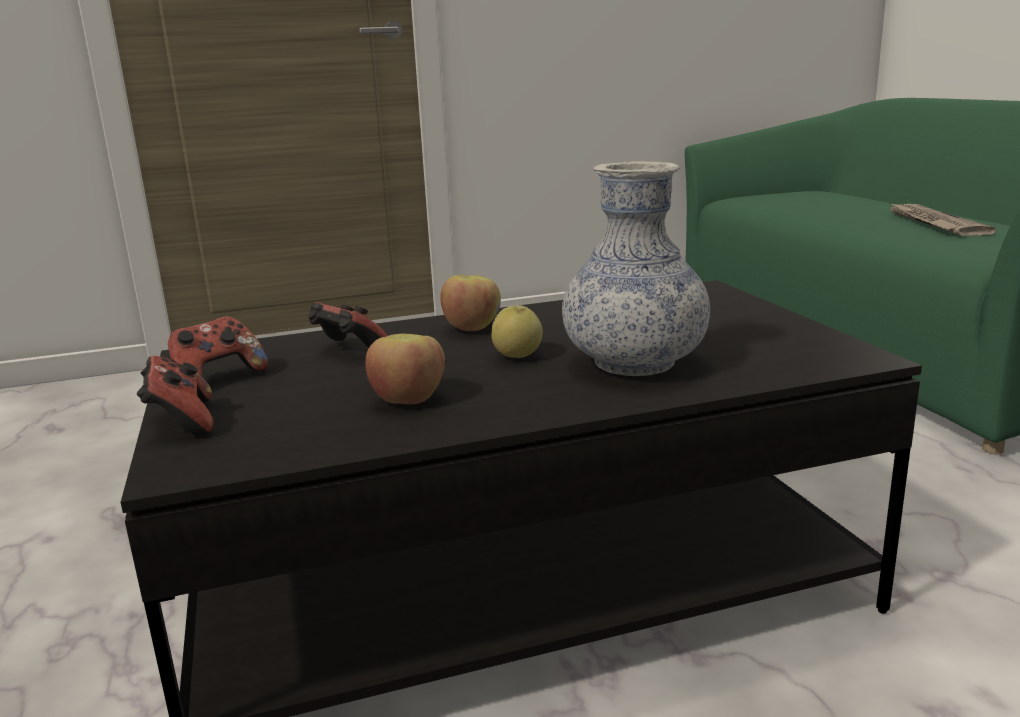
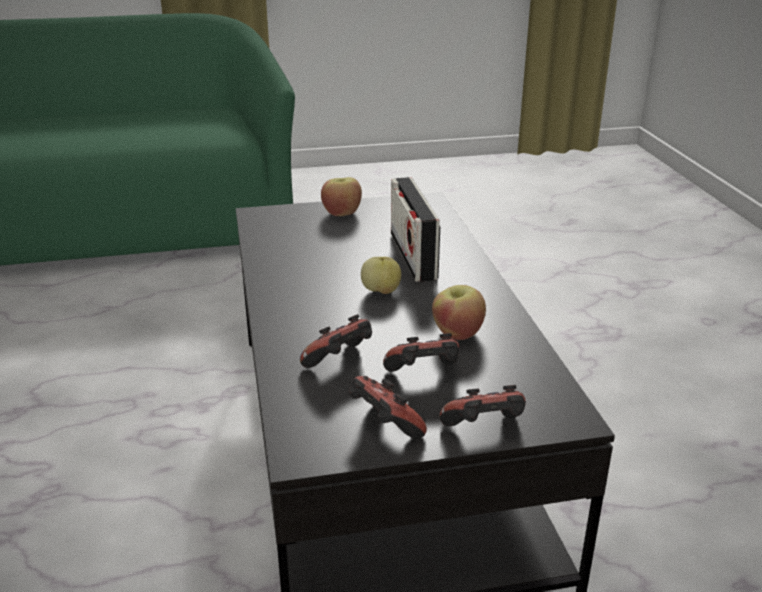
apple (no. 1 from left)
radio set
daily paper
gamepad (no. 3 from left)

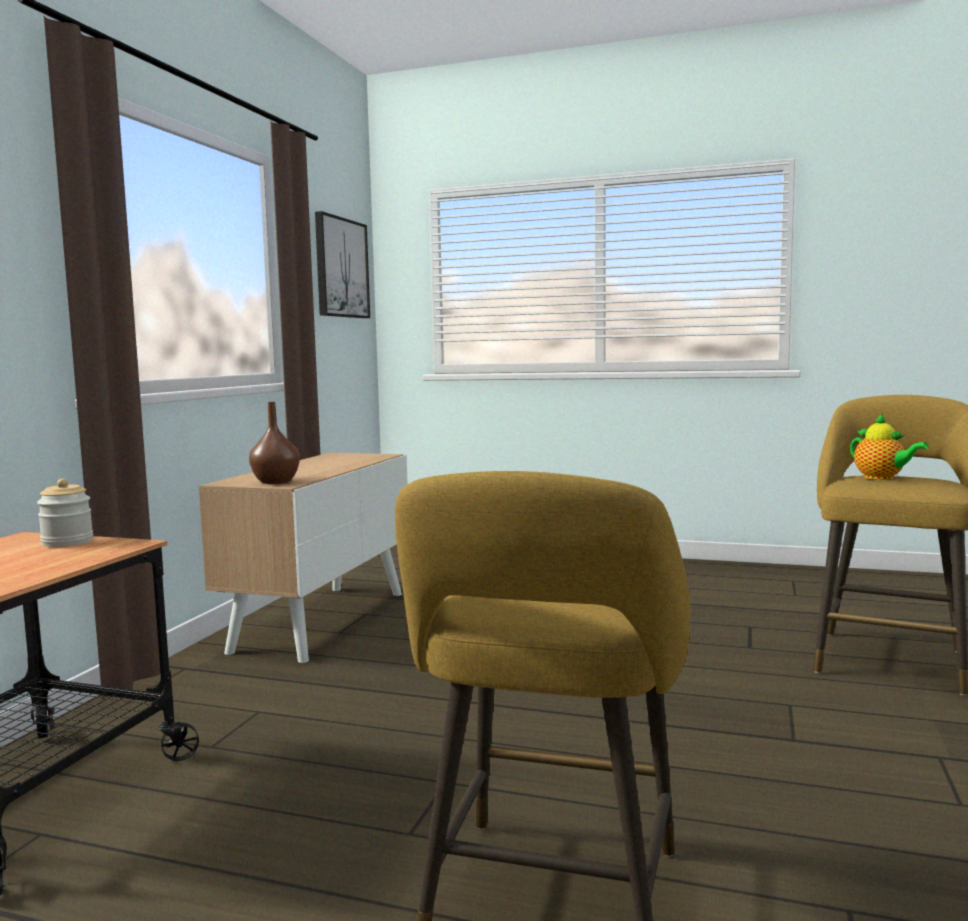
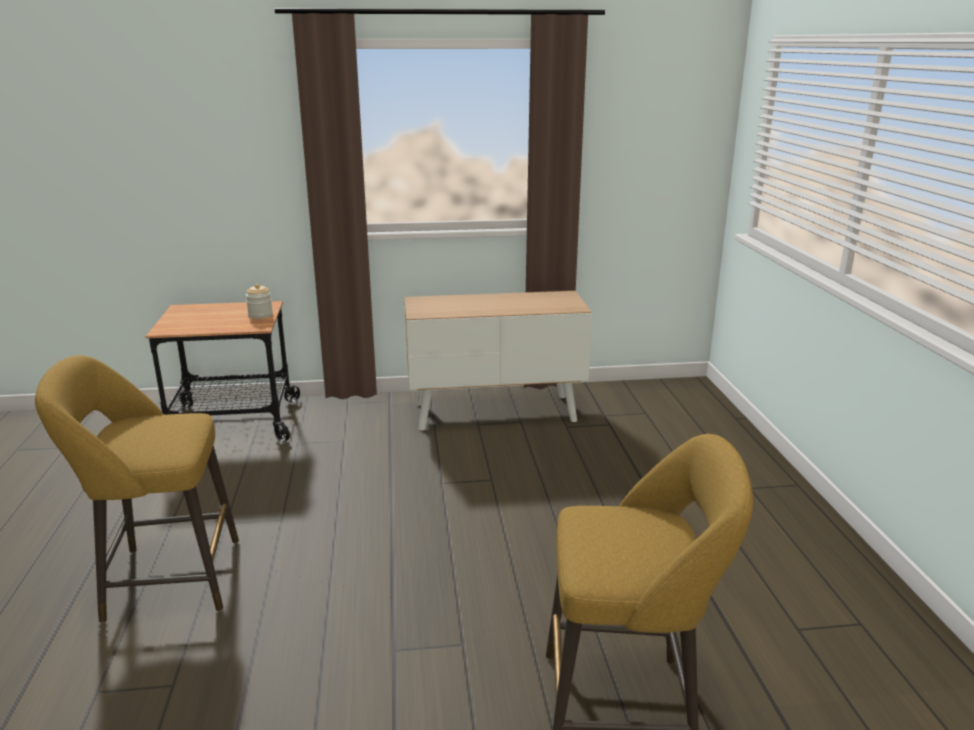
brown flower vase
picture
teapot

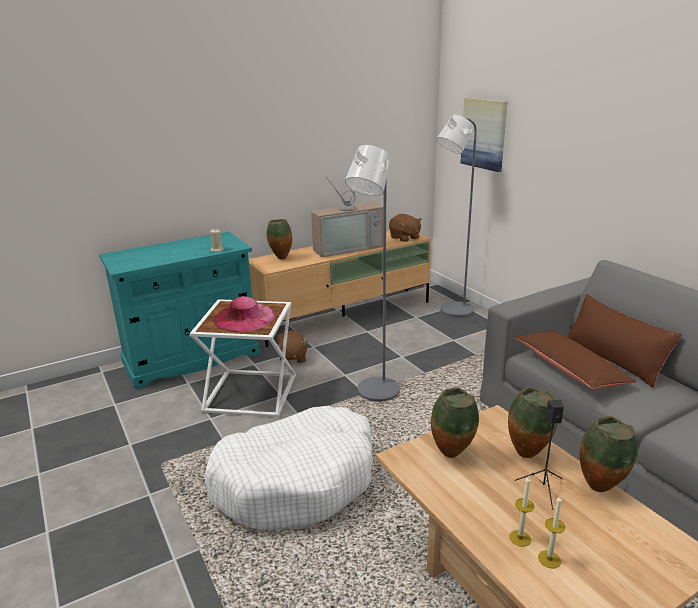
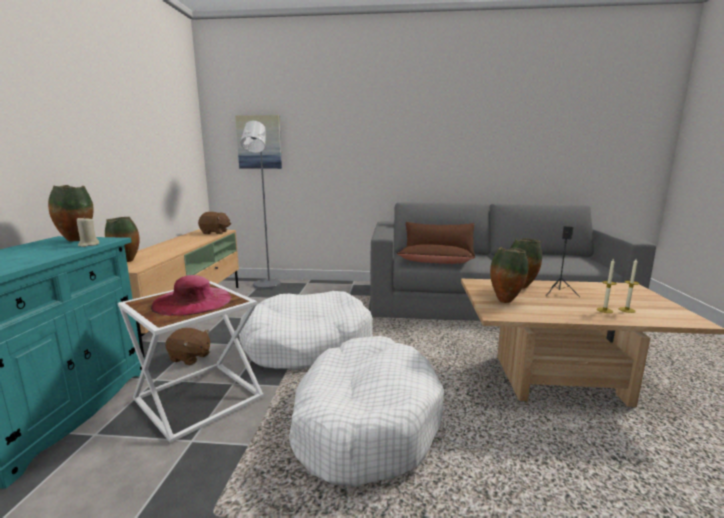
television
whitish pet bed (no. 1 from left)
flower vase (no. 1 from left)

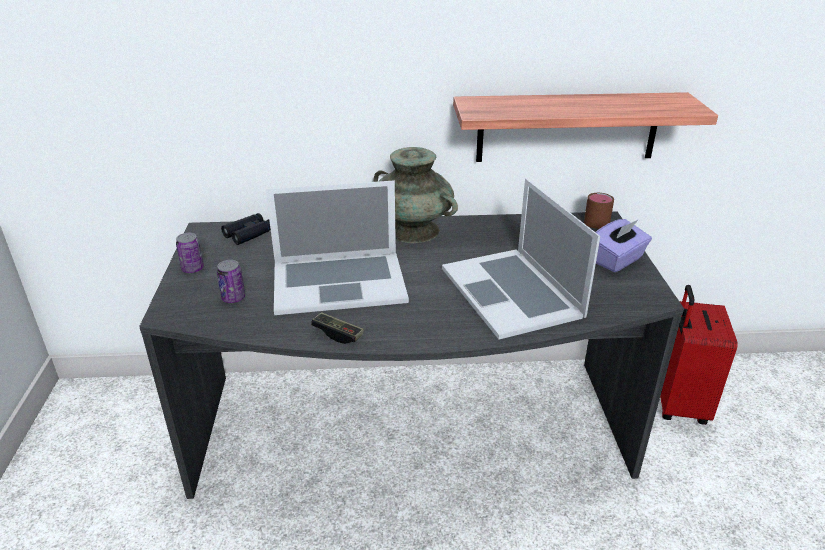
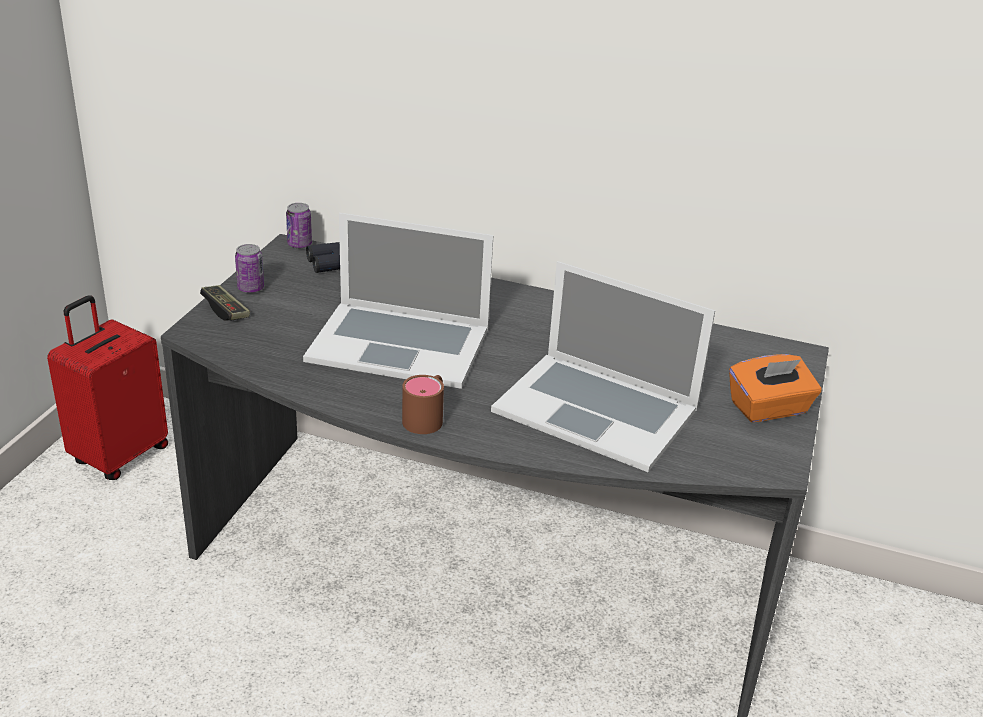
can (no. 2 from left)
gamepad
turquoise-coloured flower vase
notebook computer (no. 2 from left)
shelf
brown mug
orangey tissue holder
red-coloured piece of luggage

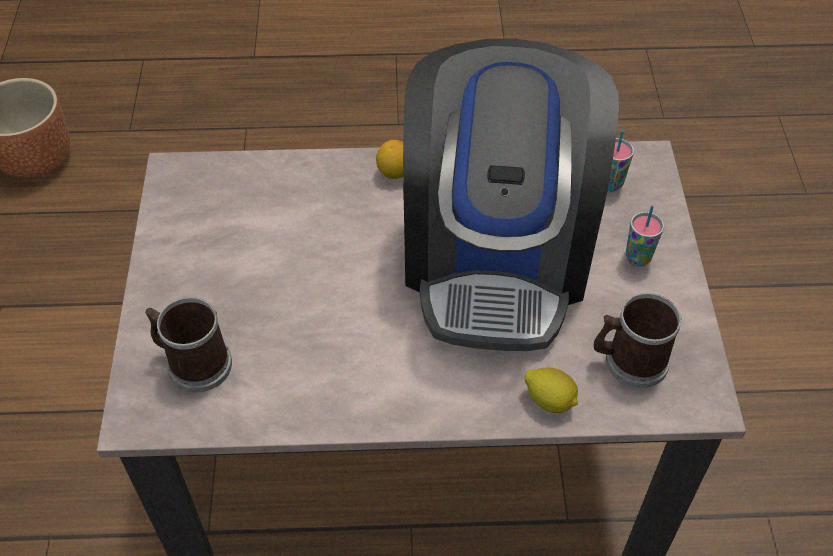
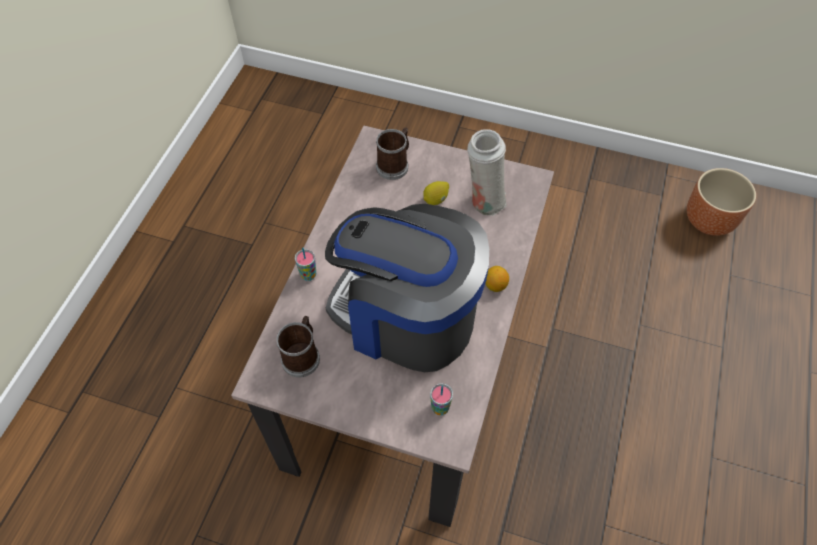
whole lemon (no. 1 from left)
small cup (no. 1 from left)
whitish flower vase

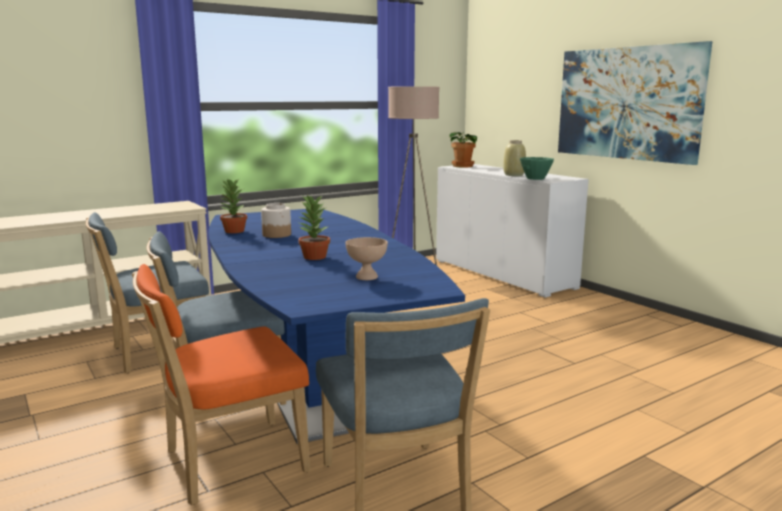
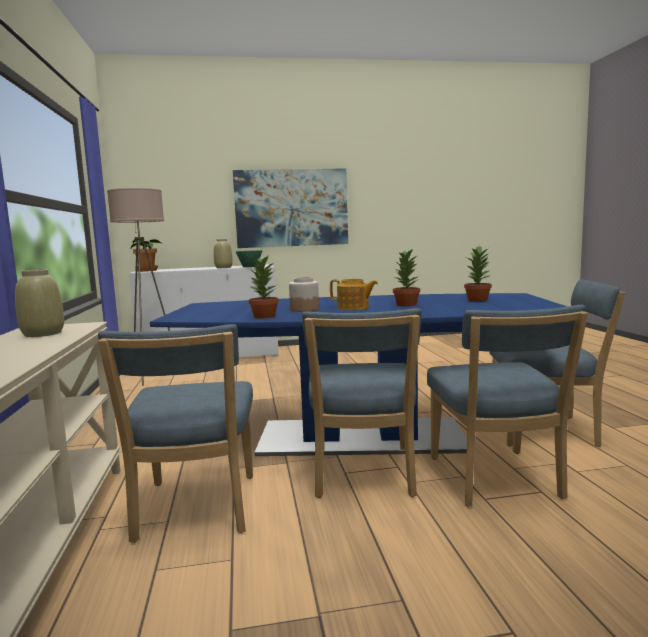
bluish upright chair (no. 3 from left)
houseplant (no. 4 from left)
sand-coloured flower vase (no. 1 from left)
teapot

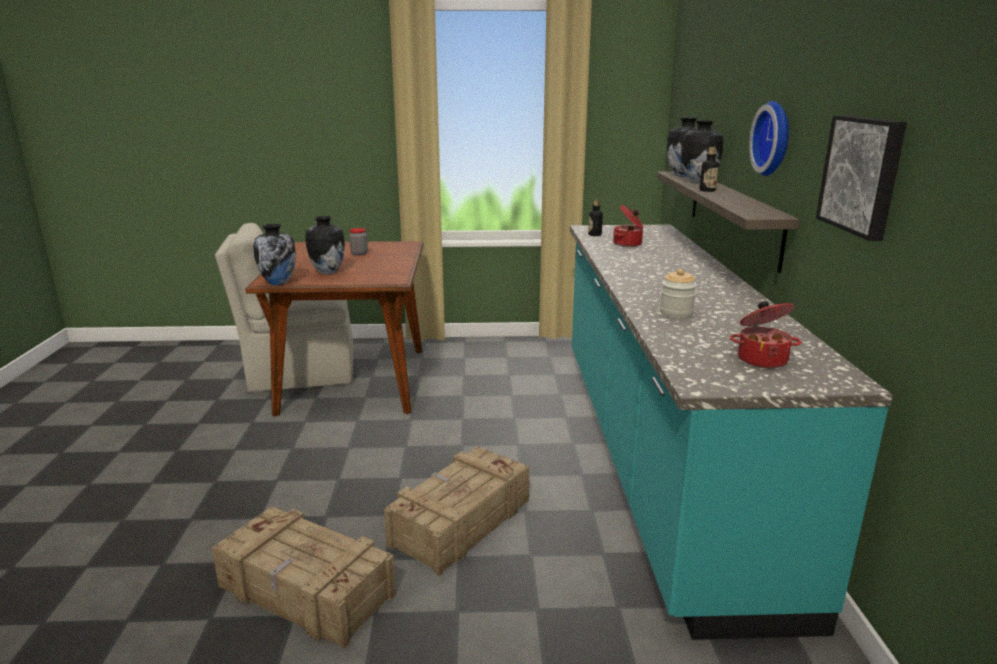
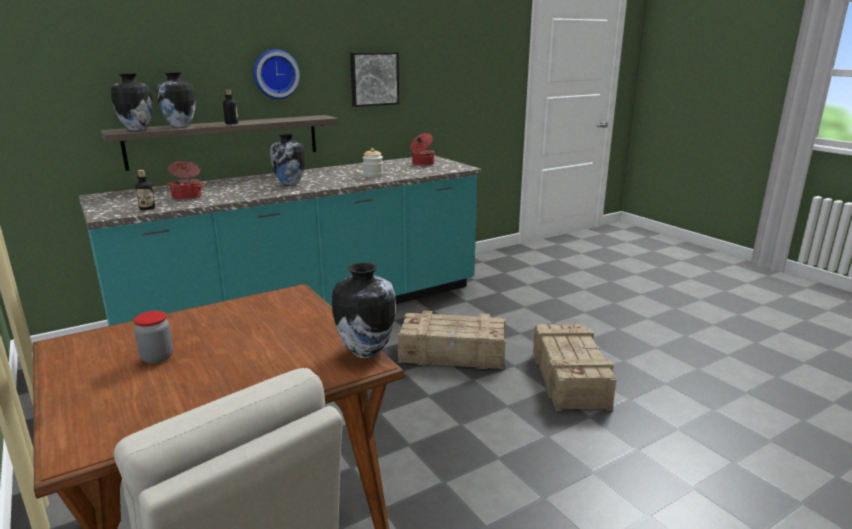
flower vase (no. 3 from left)

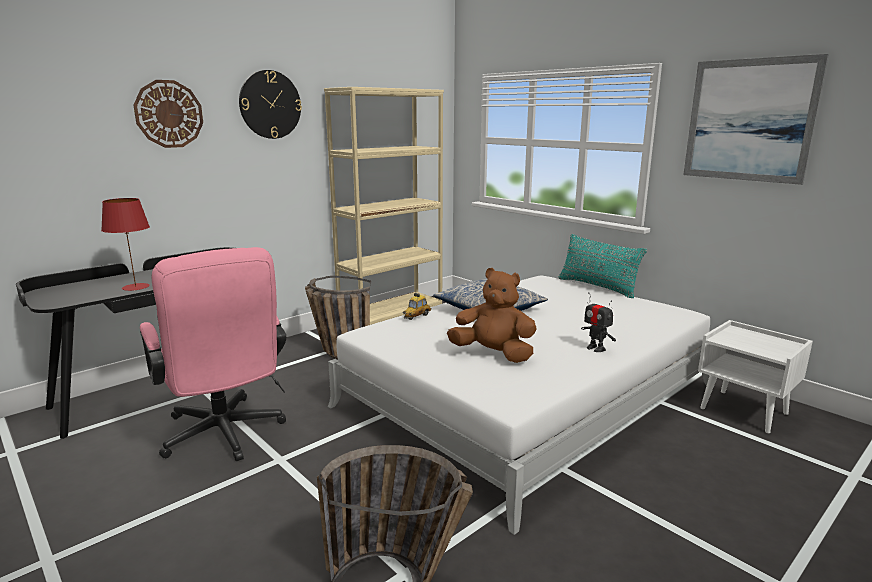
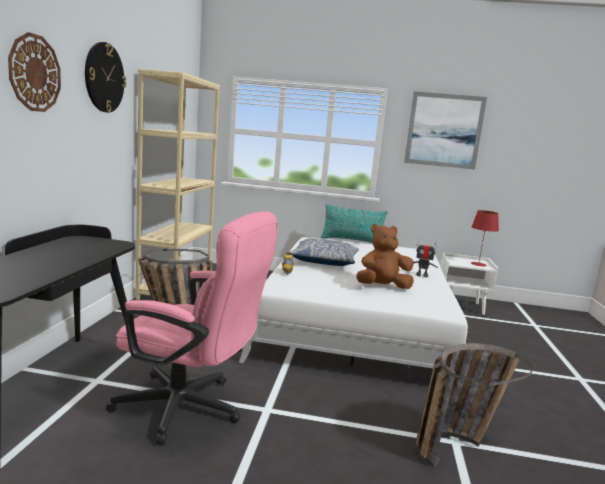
red-coloured tabletop lamp

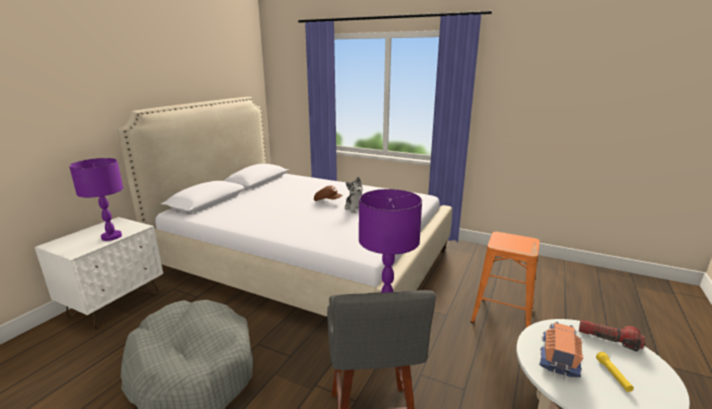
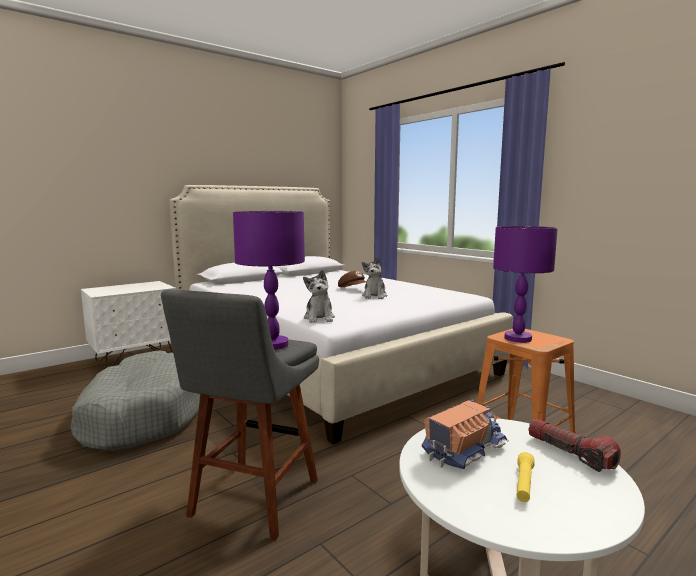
purple-coloured tabletop lamp (no. 2 from left)
cuddly toy (no. 1 from left)

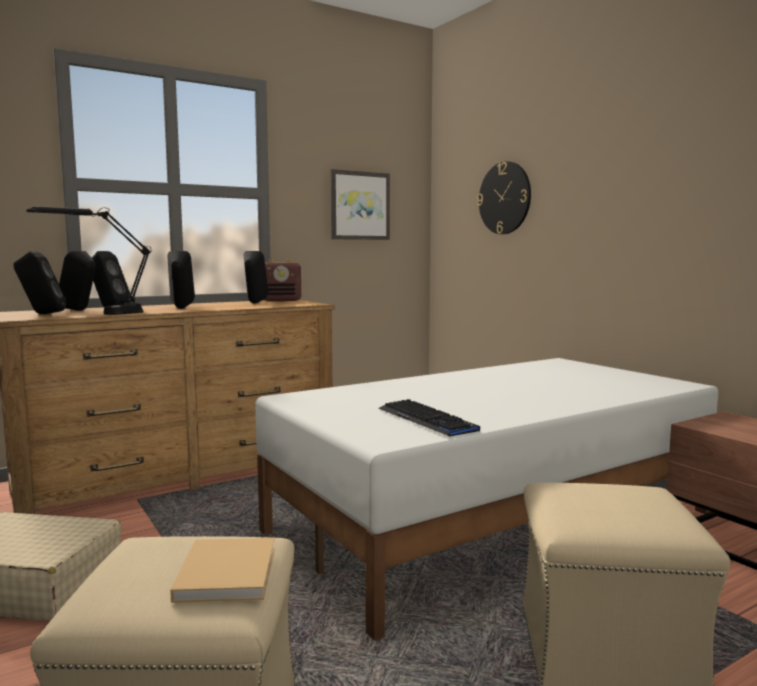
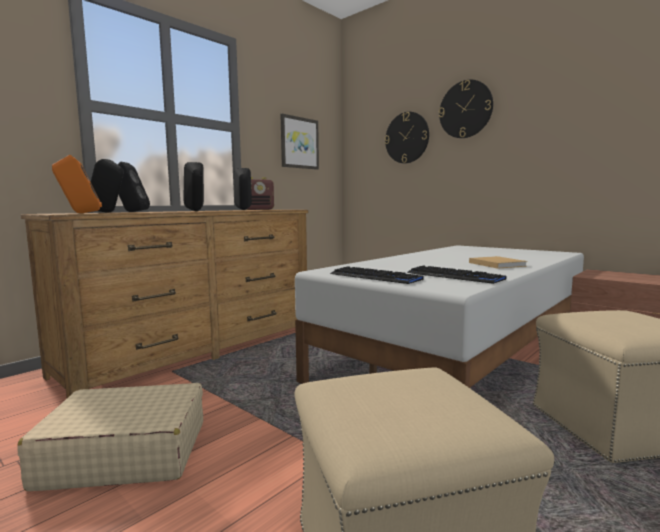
orangey audio speaker
black-coloured tabletop lamp
sand-coloured volume
computer keyboard (no. 1 from left)
hanging clock (no. 2 from left)

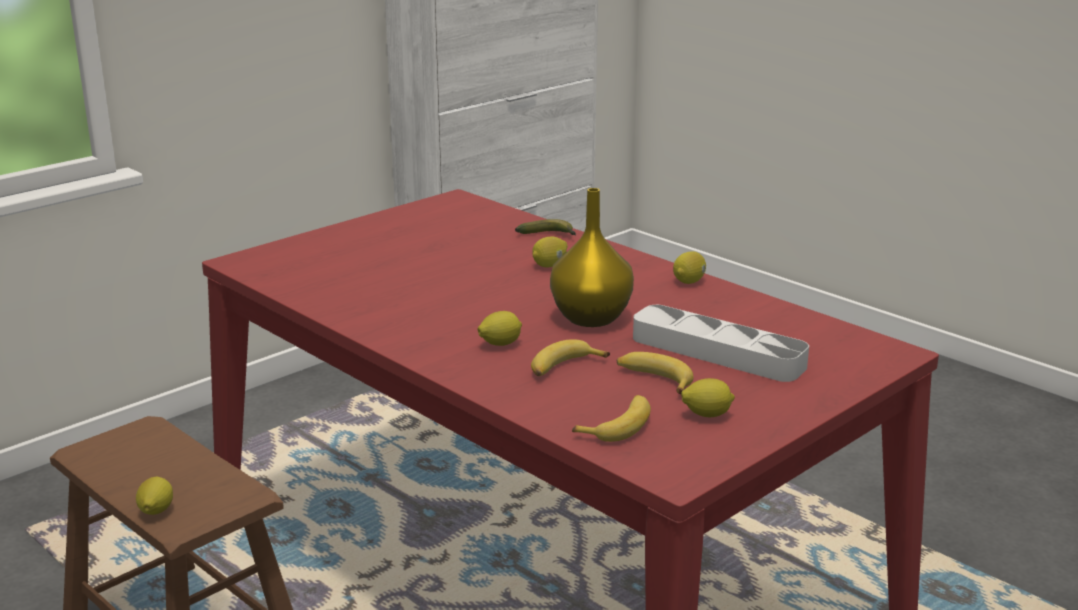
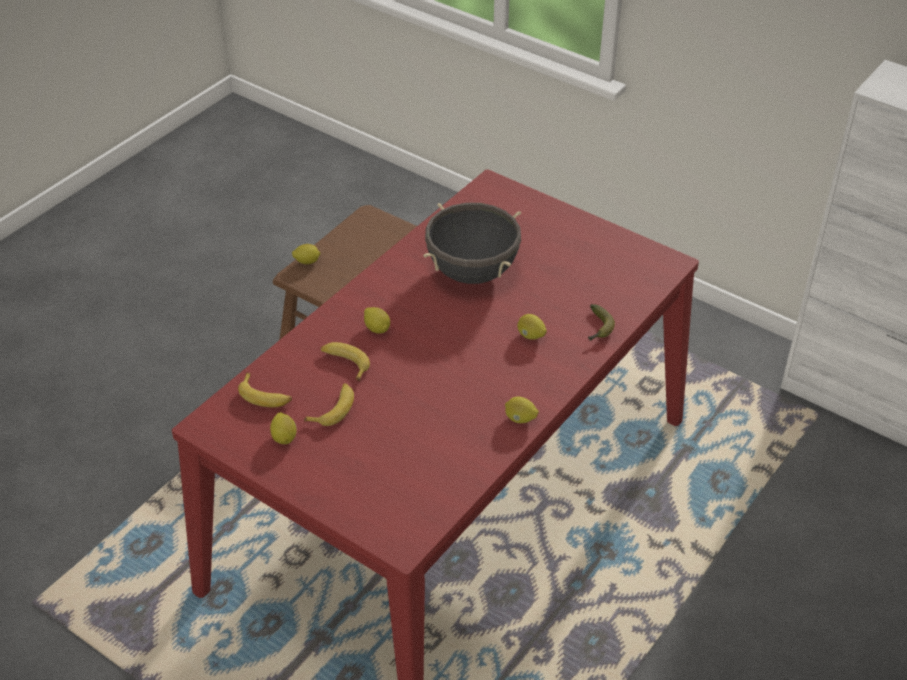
yellowish flower vase
grey carrying tray
black-coloured cooking pot

